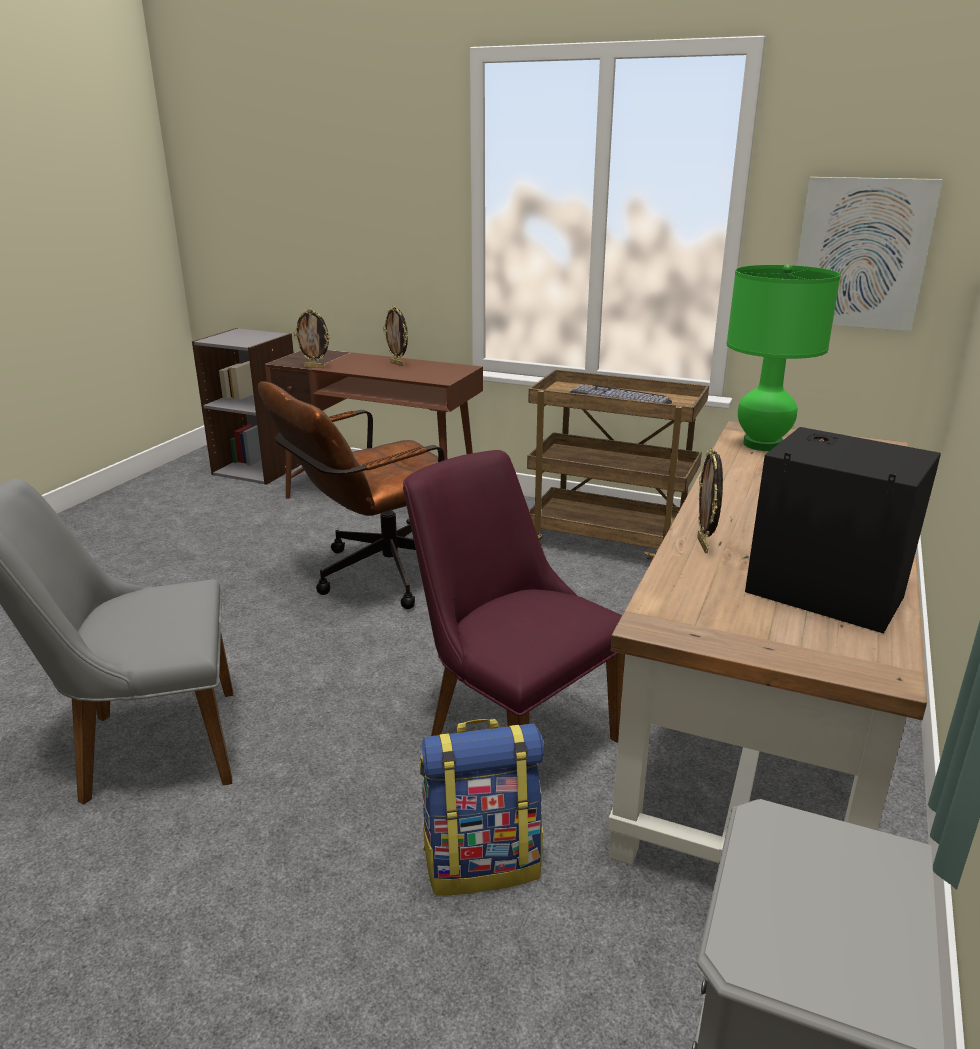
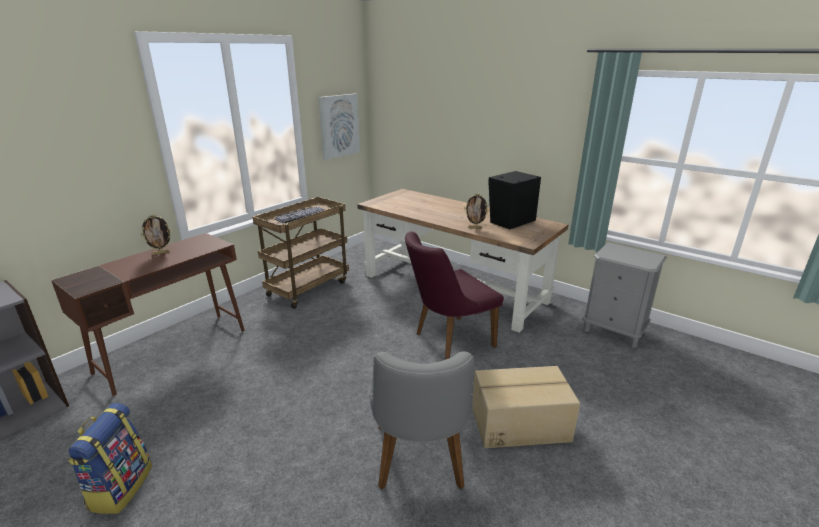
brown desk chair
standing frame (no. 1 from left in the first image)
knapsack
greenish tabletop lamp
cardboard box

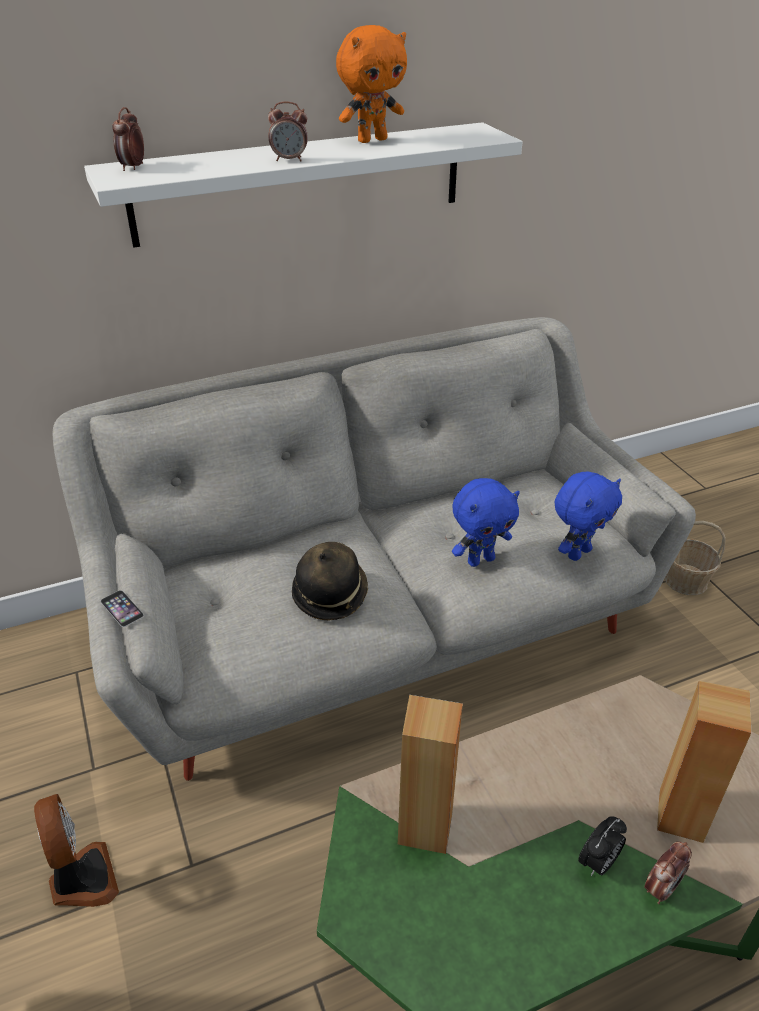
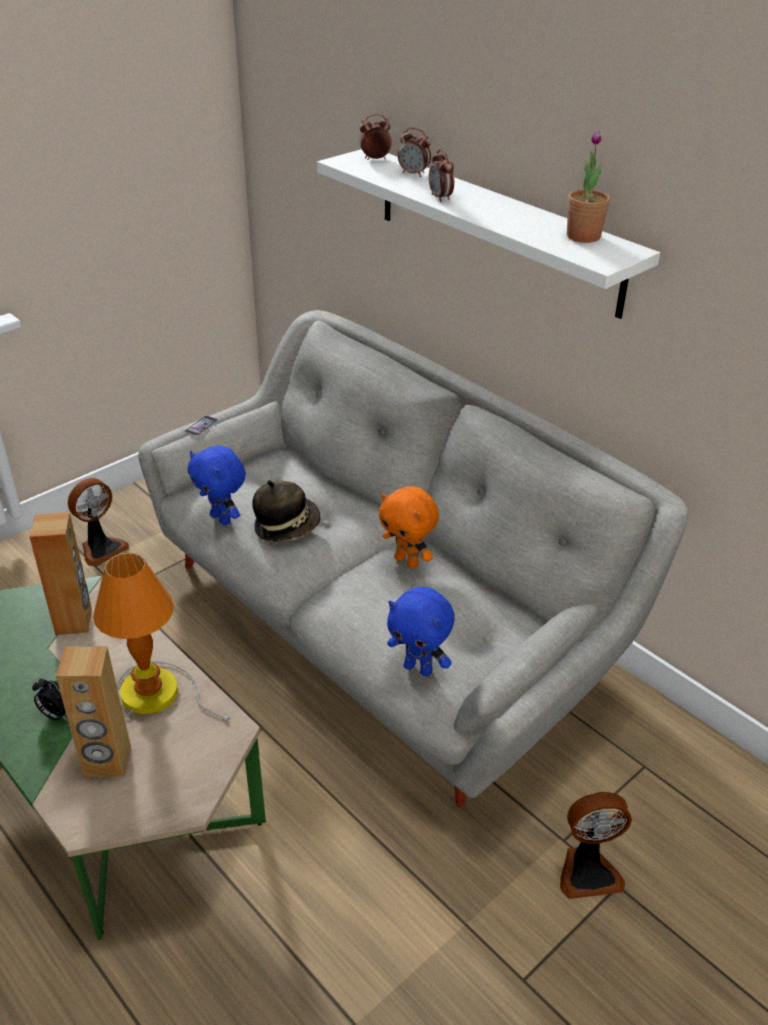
orangey cuddly toy
bluish cuddly toy (no. 1 from left)
table clock (no. 3 from left)
fan (no. 2 from left)
tabletop lamp
houseplant

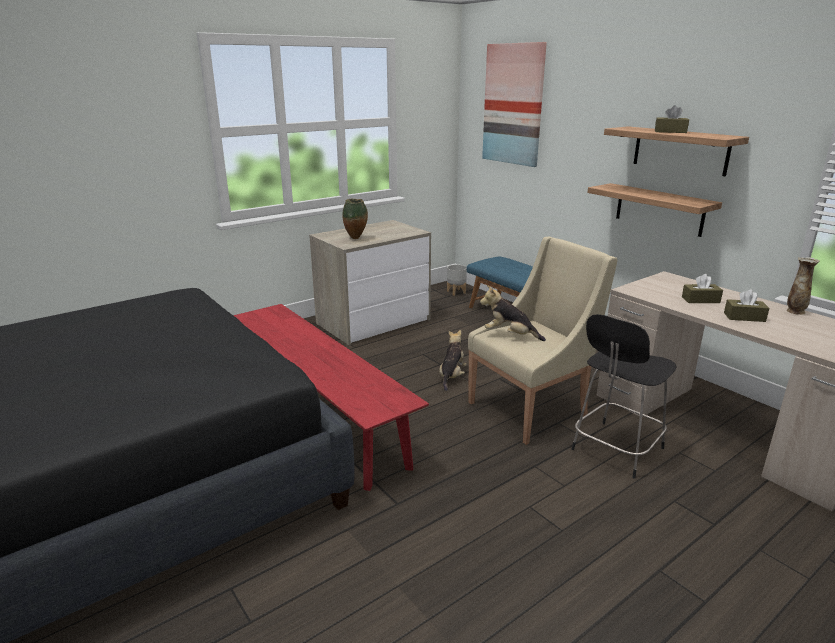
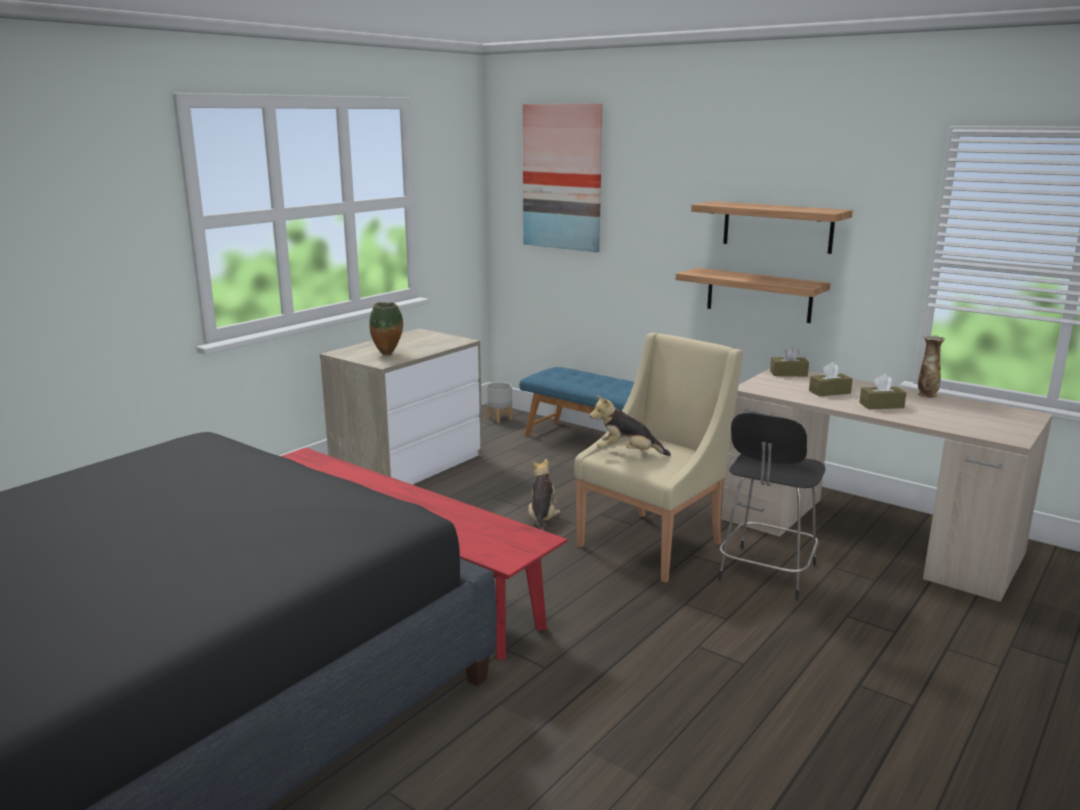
brown tissue holder (no. 1 from left)

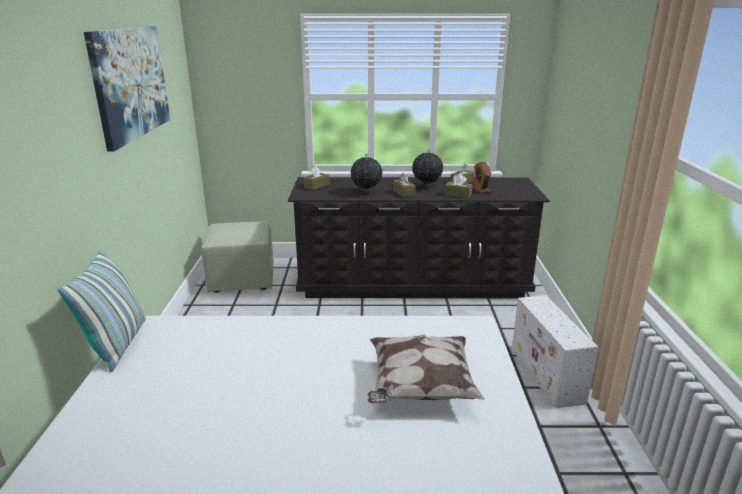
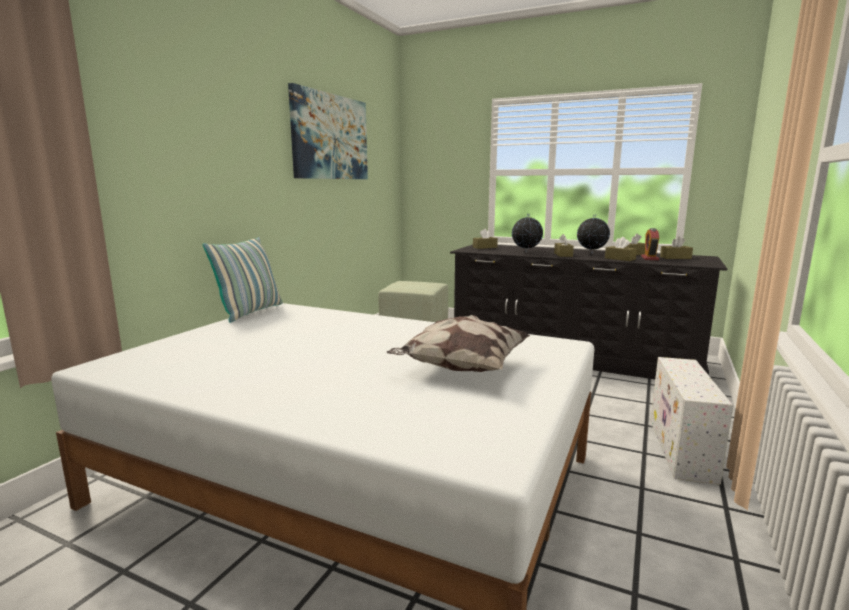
brown tissue holder (no. 5 from left)

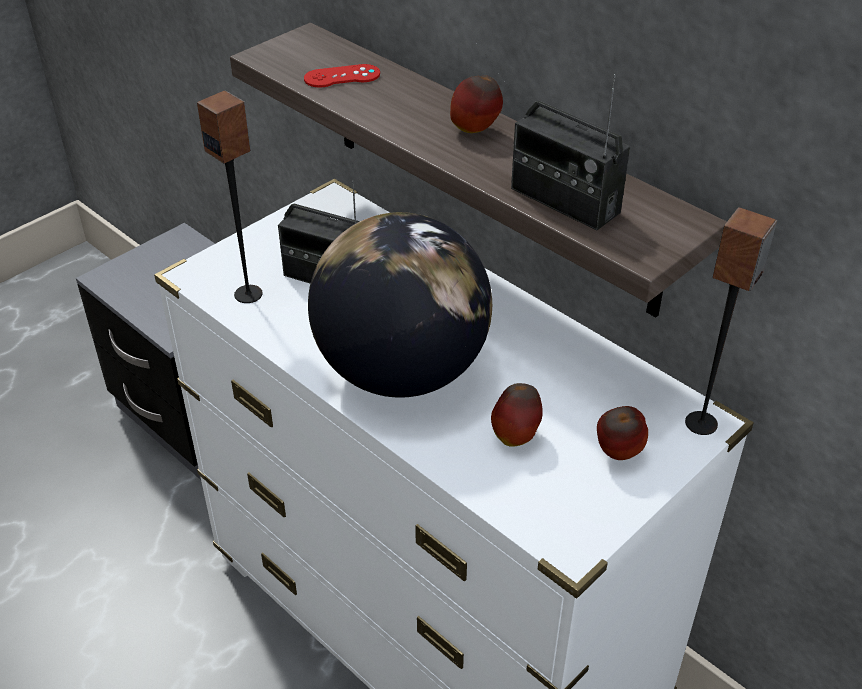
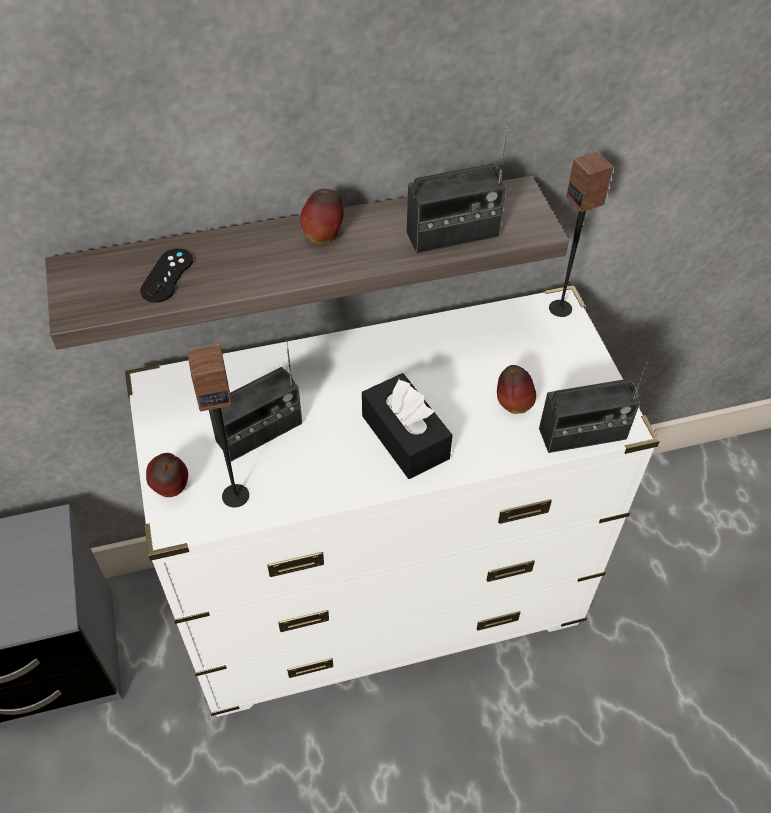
black-coloured gamepad
black-coloured tissue holder
apple (no. 1 from left)
radio set (no. 3 from left)

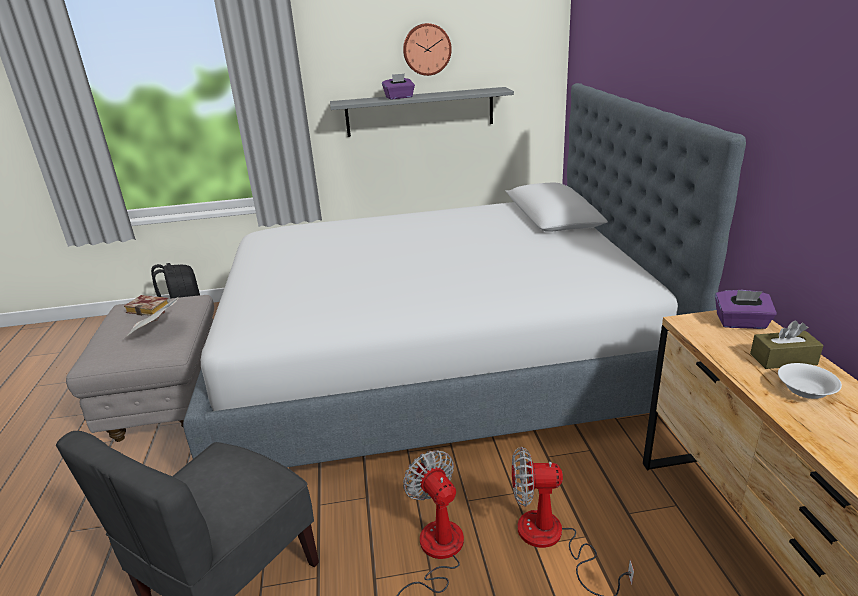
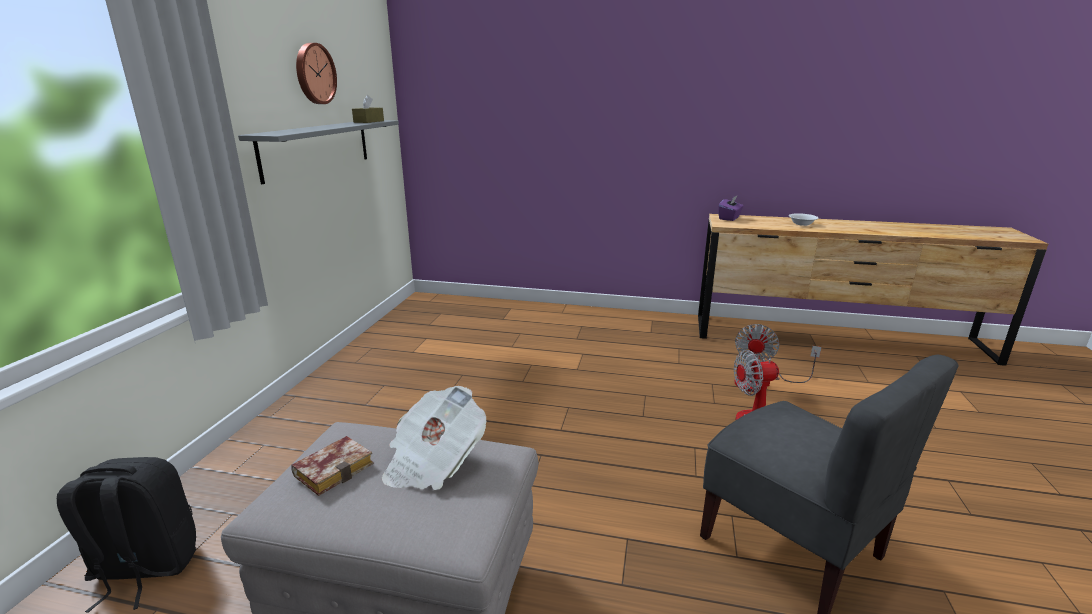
bed
purple-coloured tissue holder (no. 1 from left in the first image)
brown tissue holder

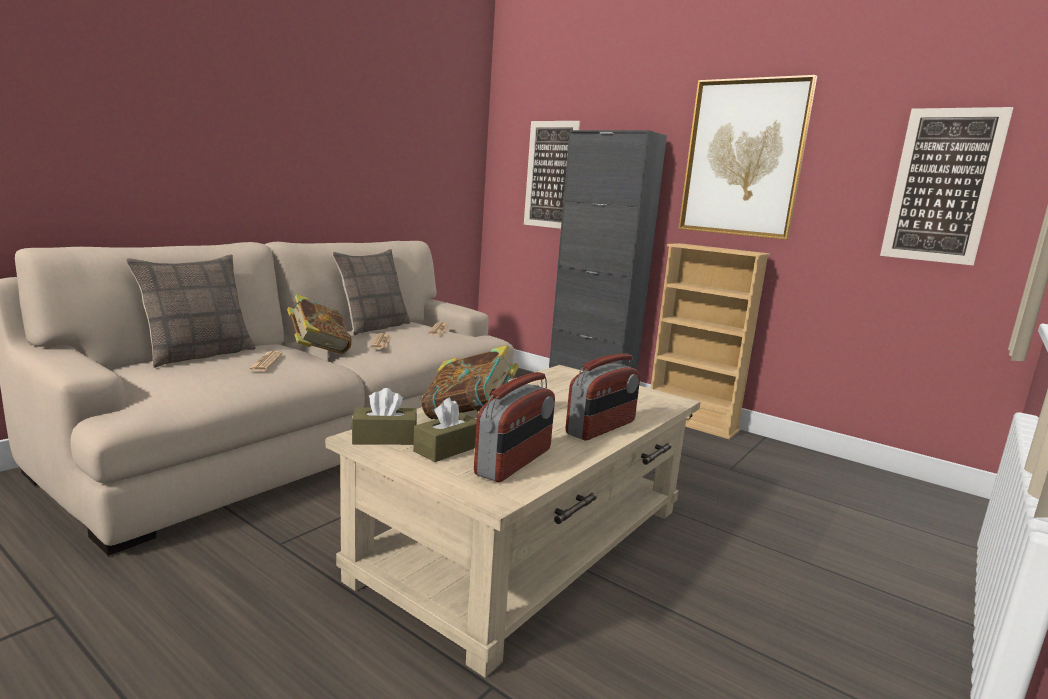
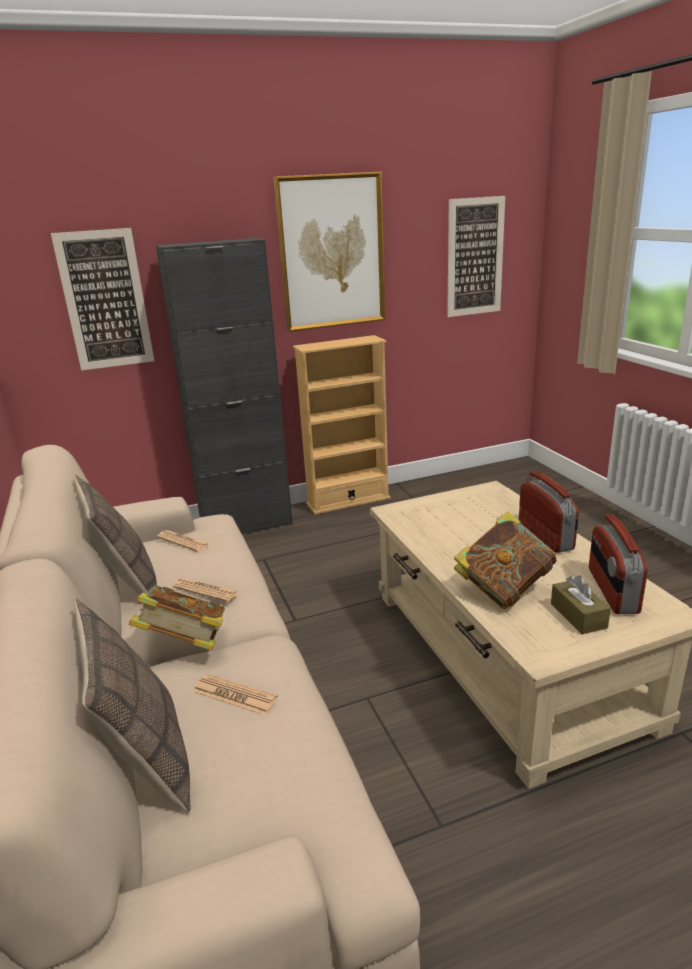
brown tissue holder (no. 1 from left in the first image)
radio set (no. 2 from left)

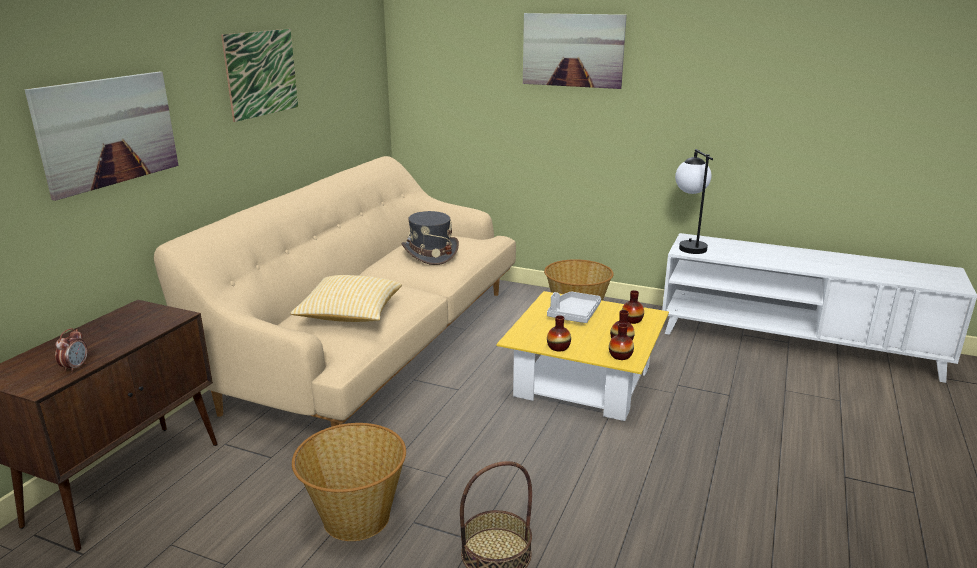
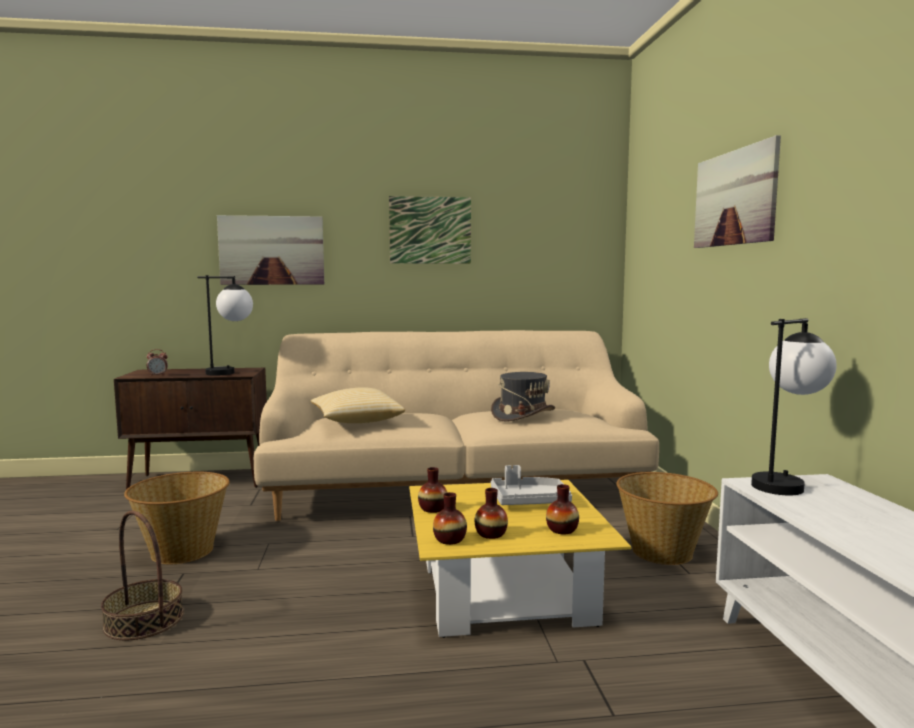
tabletop lamp (no. 1 from left)

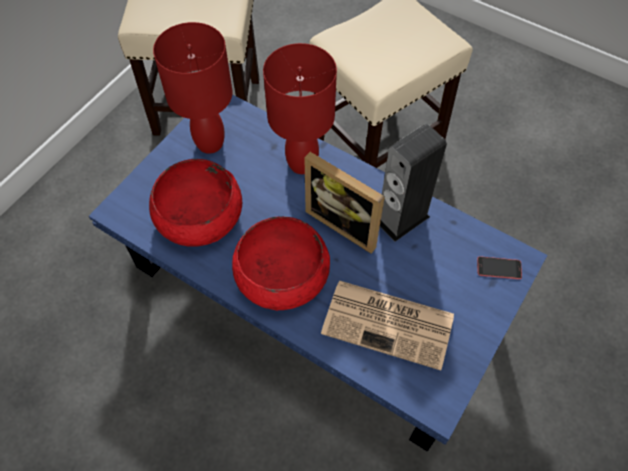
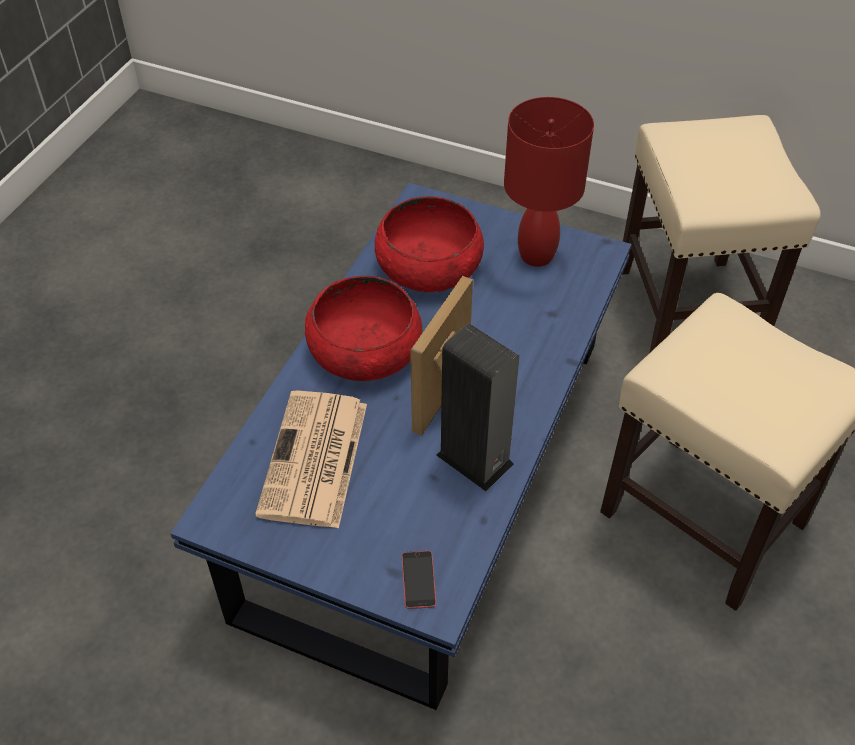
red-coloured tabletop lamp (no. 2 from left in the first image)

